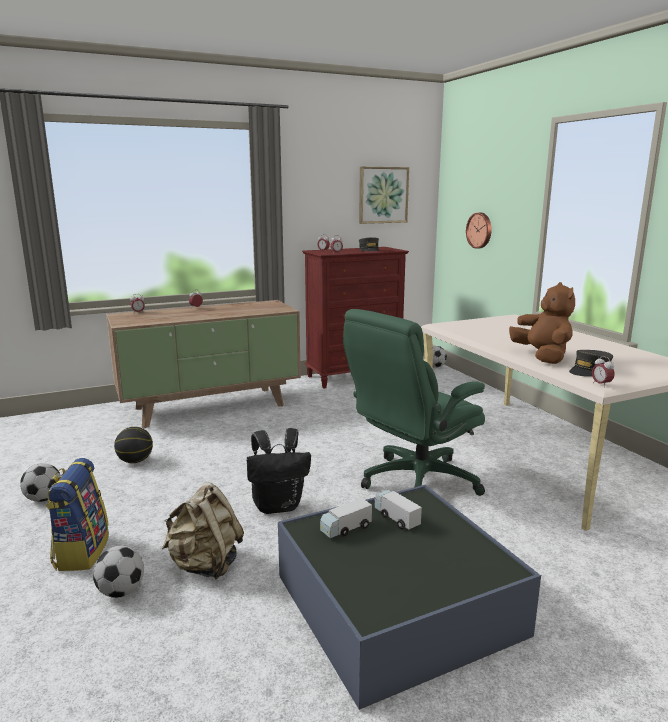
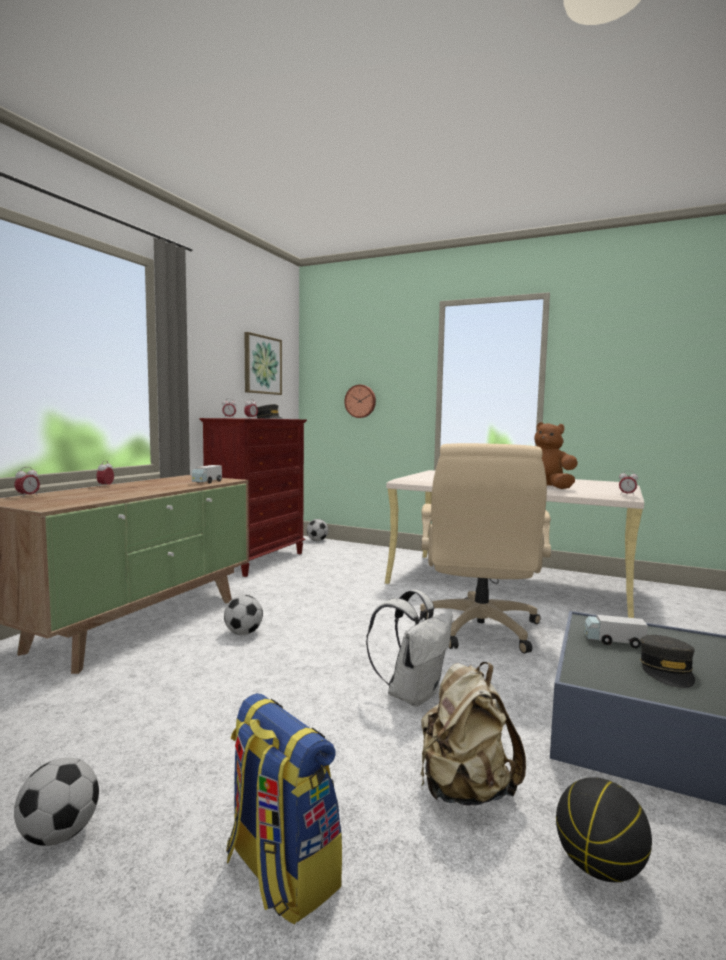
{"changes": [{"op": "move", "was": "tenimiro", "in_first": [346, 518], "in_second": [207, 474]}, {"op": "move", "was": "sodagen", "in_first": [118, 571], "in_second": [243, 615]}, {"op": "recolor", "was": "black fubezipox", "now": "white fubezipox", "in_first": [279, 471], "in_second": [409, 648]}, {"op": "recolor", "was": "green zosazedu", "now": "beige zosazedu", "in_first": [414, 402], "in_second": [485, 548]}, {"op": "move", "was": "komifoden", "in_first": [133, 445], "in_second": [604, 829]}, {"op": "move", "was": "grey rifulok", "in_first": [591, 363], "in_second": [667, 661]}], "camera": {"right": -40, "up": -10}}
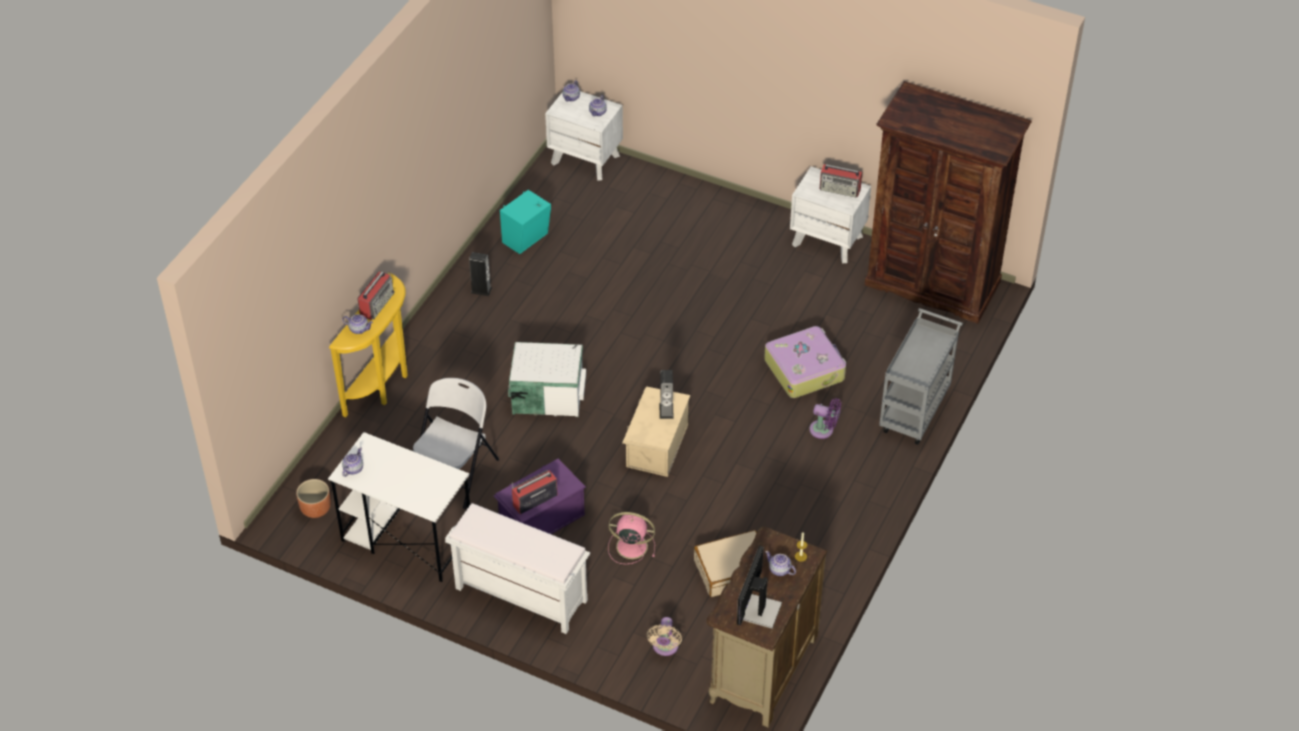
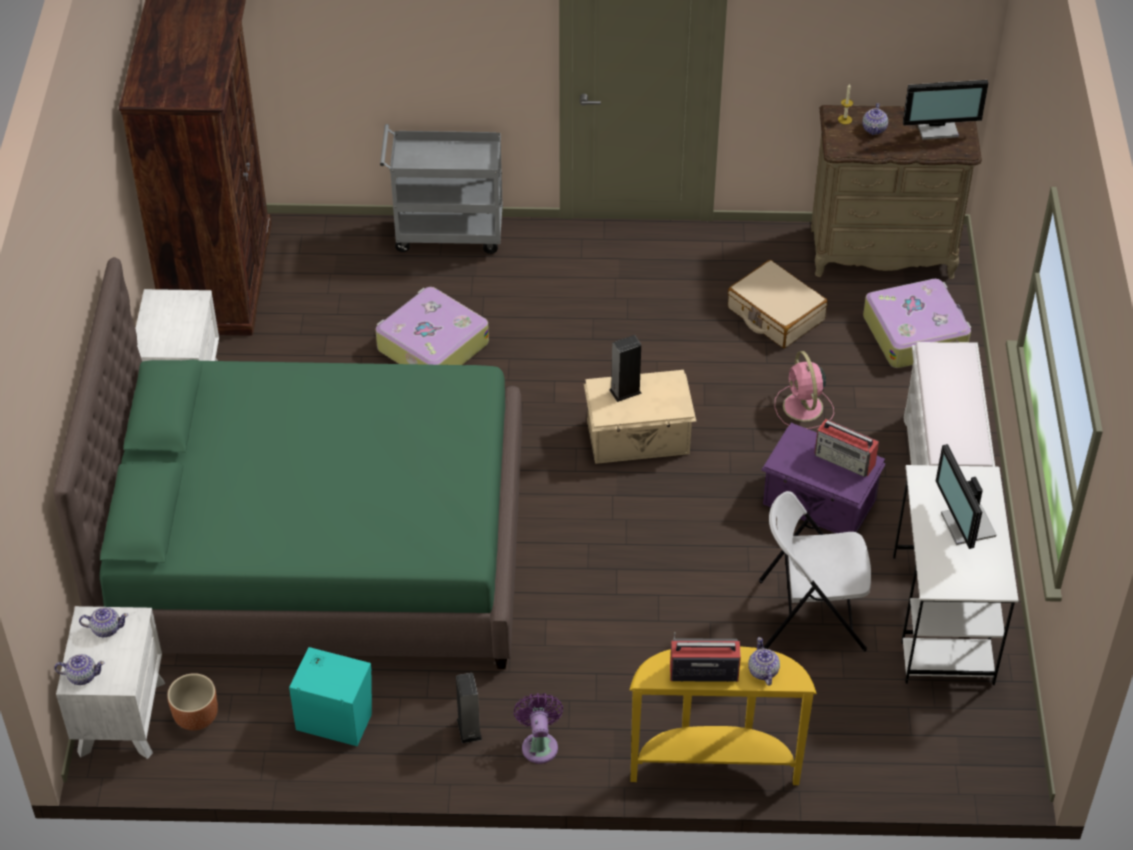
{"changes": [{"op": "insert", "now": "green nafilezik", "in_second": [287, 463]}, {"op": "move", "was": "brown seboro", "in_first": [313, 498], "in_second": [192, 702]}, {"op": "move", "was": "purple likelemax", "in_first": [825, 418], "in_second": [538, 728]}, {"op": "replace", "was": "beige likelemax", "now": "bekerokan", "in_first": [664, 636], "in_second": [917, 323]}, {"op": "insert", "now": "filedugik", "in_second": [966, 496]}, {"op": "delete", "was": "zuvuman", "in_first": [352, 462]}, {"op": "delete", "was": "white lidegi", "in_first": [547, 379]}, {"op": "delete", "was": "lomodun", "in_first": [841, 180]}], "camera": {"right": -115, "up": 0}}
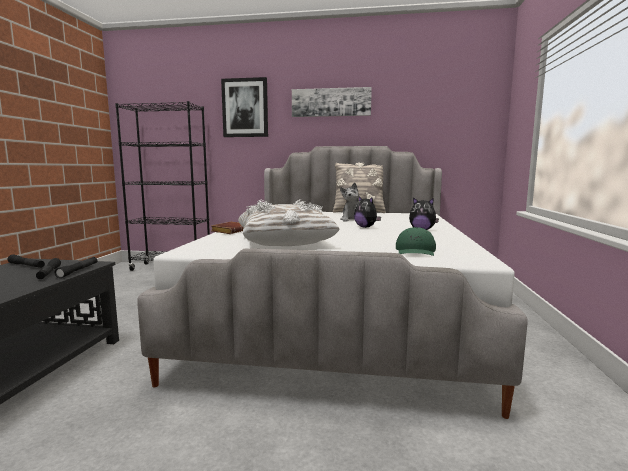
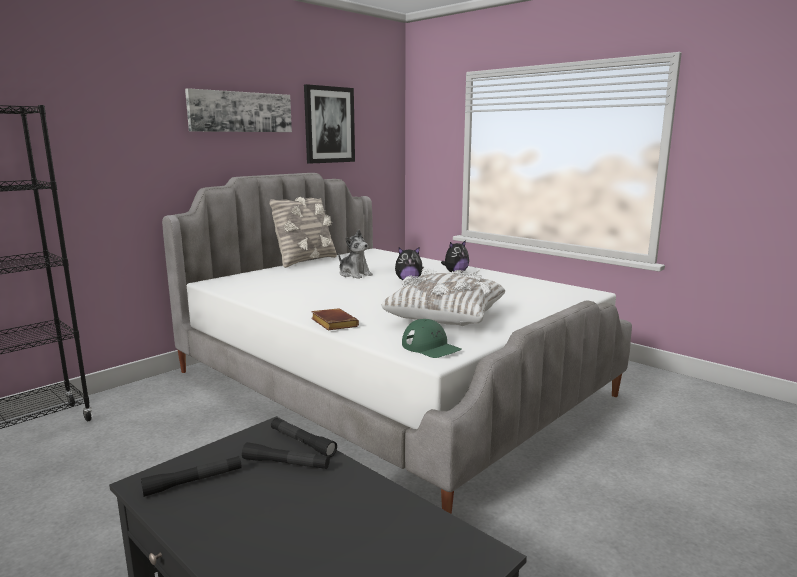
{"changes": [{"op": "move", "was": "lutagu", "in_first": [244, 107], "in_second": [329, 124]}, {"op": "move", "was": "green rifulok", "in_first": [416, 241], "in_second": [432, 338]}], "camera": {"right": -55, "up": 5}}
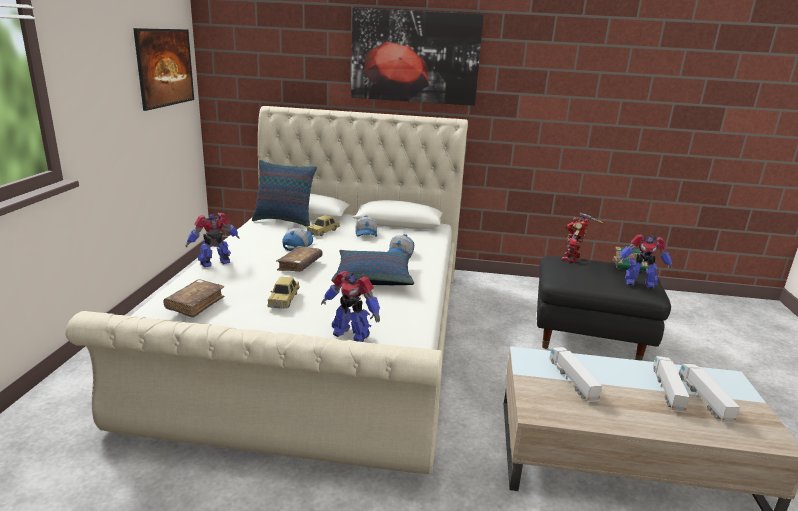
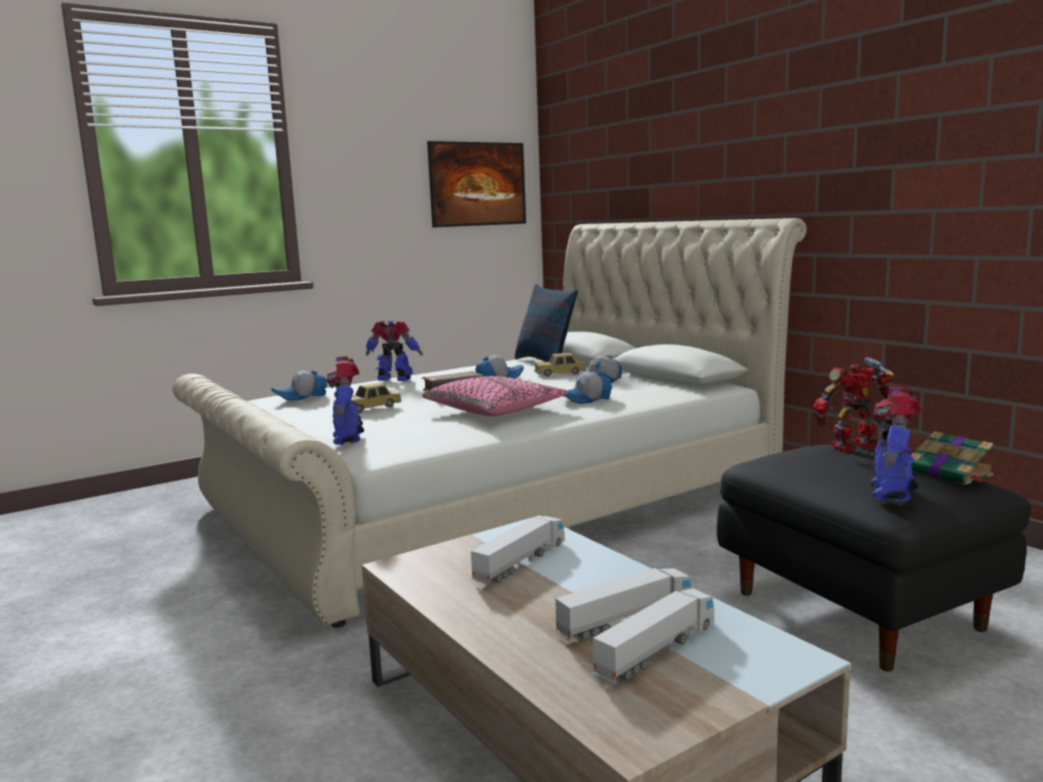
{"changes": [{"op": "replace", "was": "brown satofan", "now": "rifulok", "in_first": [193, 298], "in_second": [299, 385]}, {"op": "recolor", "was": "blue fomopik", "now": "pink fomopik", "in_first": [373, 267], "in_second": [495, 396]}, {"op": "rotate", "was": "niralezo", "in_first": [645, 261], "in_second": [896, 443], "clockwise": 45}, {"op": "delete", "was": "lutagu", "in_first": [417, 57]}], "camera": {"right": 50, "up": -10}}
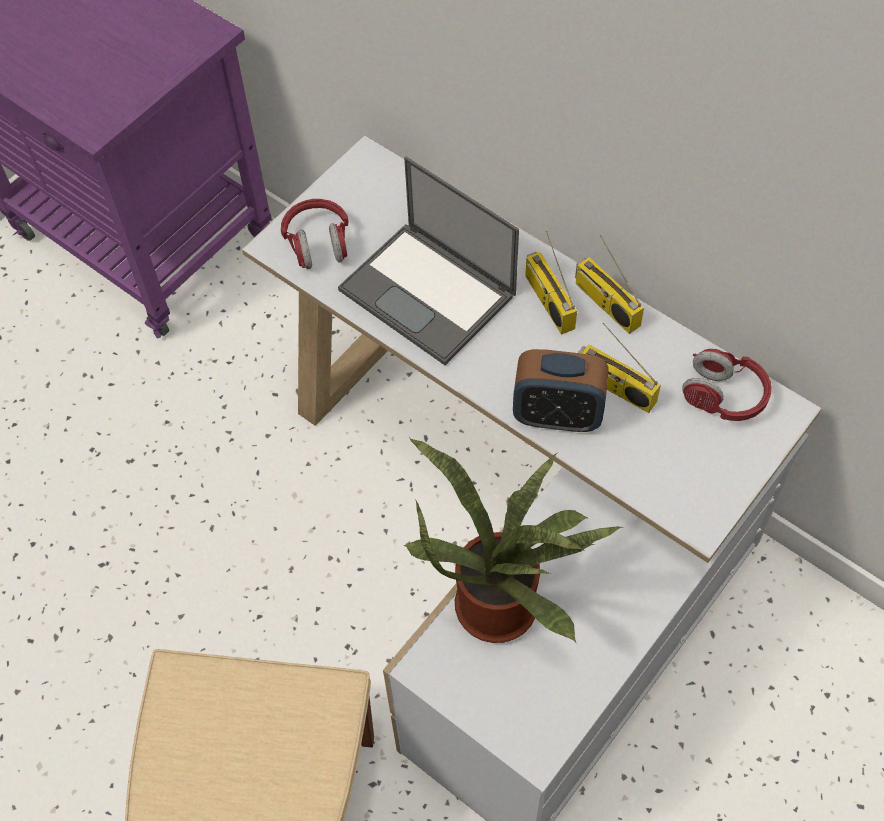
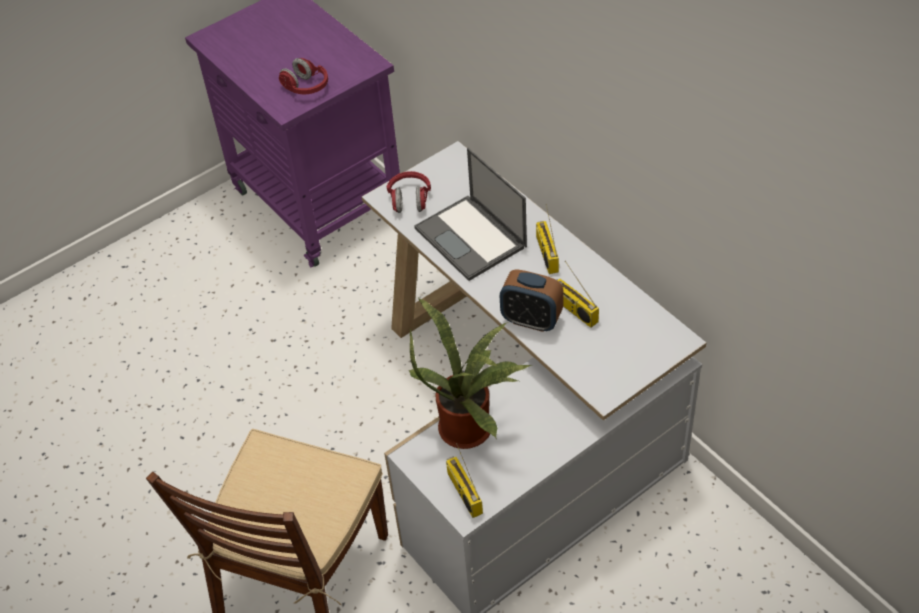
{"changes": [{"op": "move", "was": "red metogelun", "in_first": [727, 385], "in_second": [303, 76]}, {"op": "move", "was": "lomodun", "in_first": [609, 284], "in_second": [464, 480]}], "camera": {"right": 15, "up": -10}}
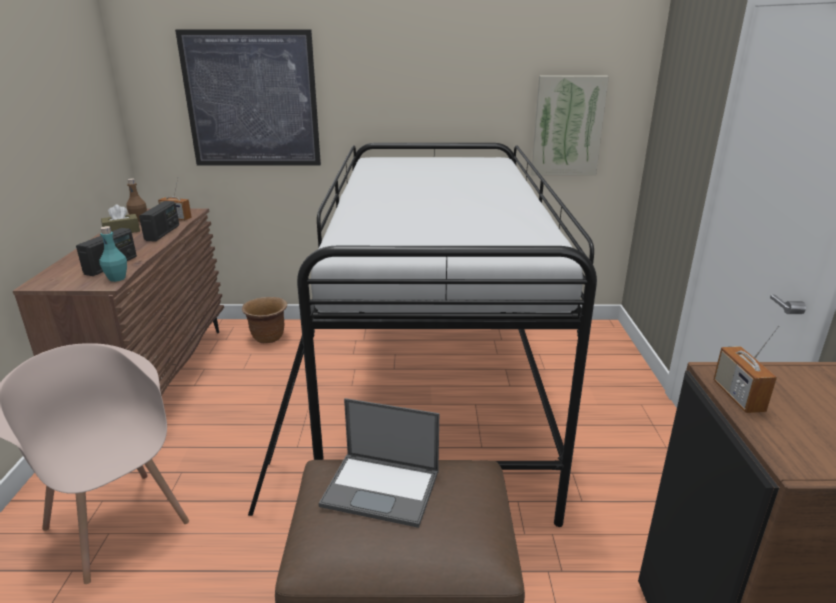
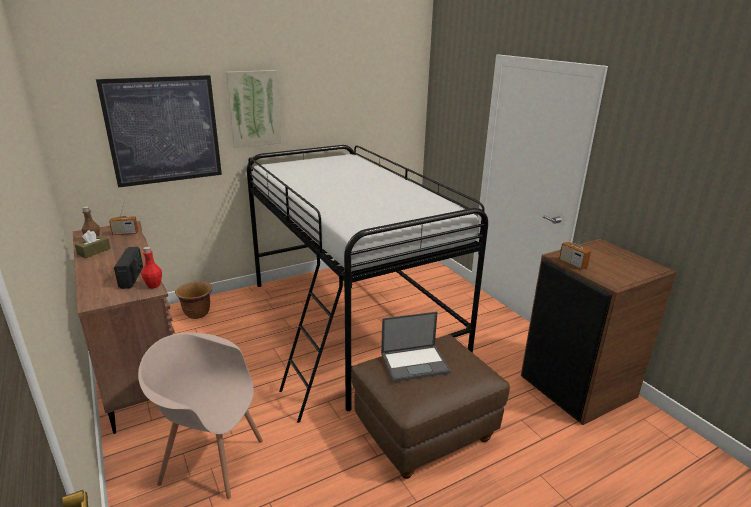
{"changes": [{"op": "recolor", "was": "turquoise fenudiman", "now": "red fenudiman", "in_first": [113, 254], "in_second": [151, 267]}, {"op": "move", "was": "lutagu", "in_first": [570, 125], "in_second": [254, 109]}, {"op": "delete", "was": "lomodun", "in_first": [159, 221]}], "camera": {"right": -30, "up": 0}}
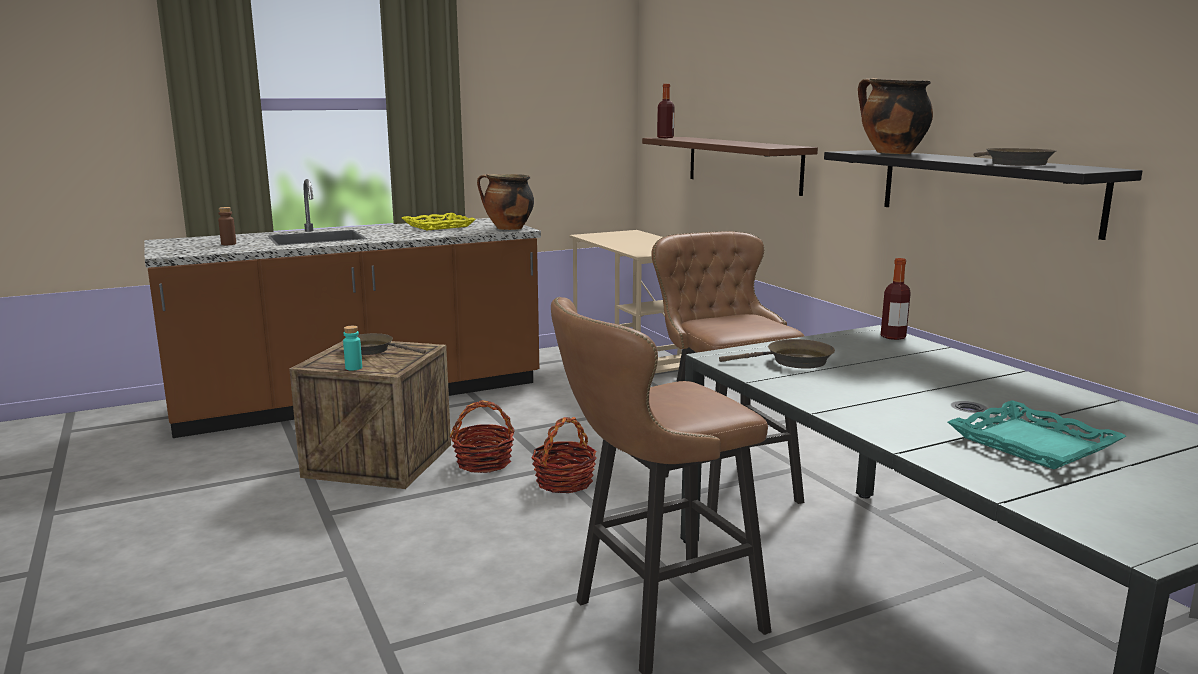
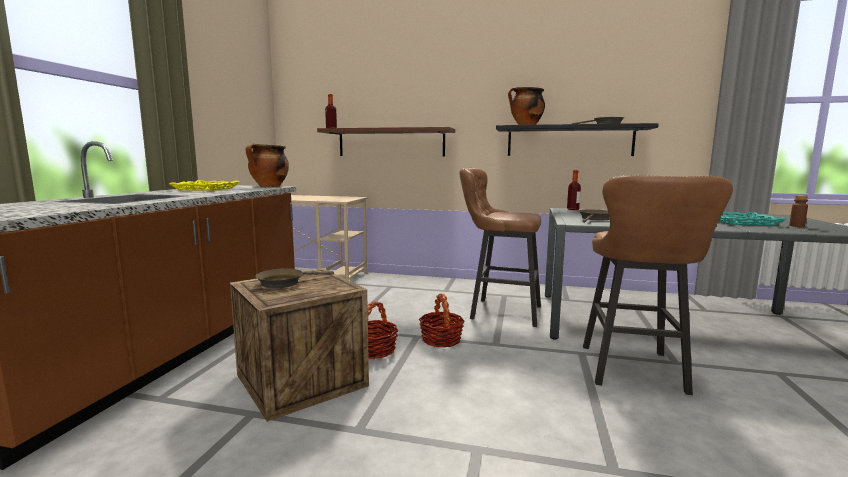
{"changes": [{"op": "move", "was": "brown fenudiman", "in_first": [227, 226], "in_second": [798, 211]}, {"op": "delete", "was": "turquoise fenudiman", "in_first": [352, 348]}], "camera": {"right": -50, "up": -5}}
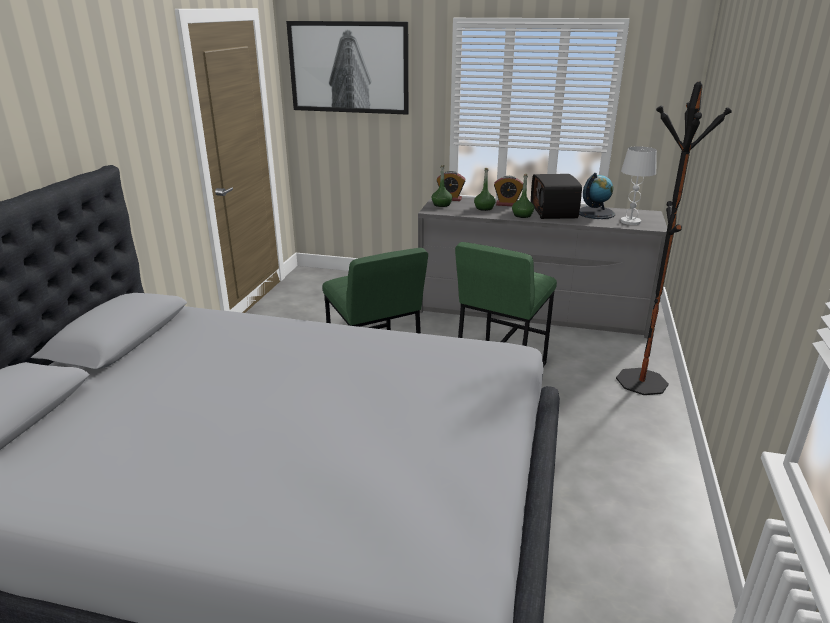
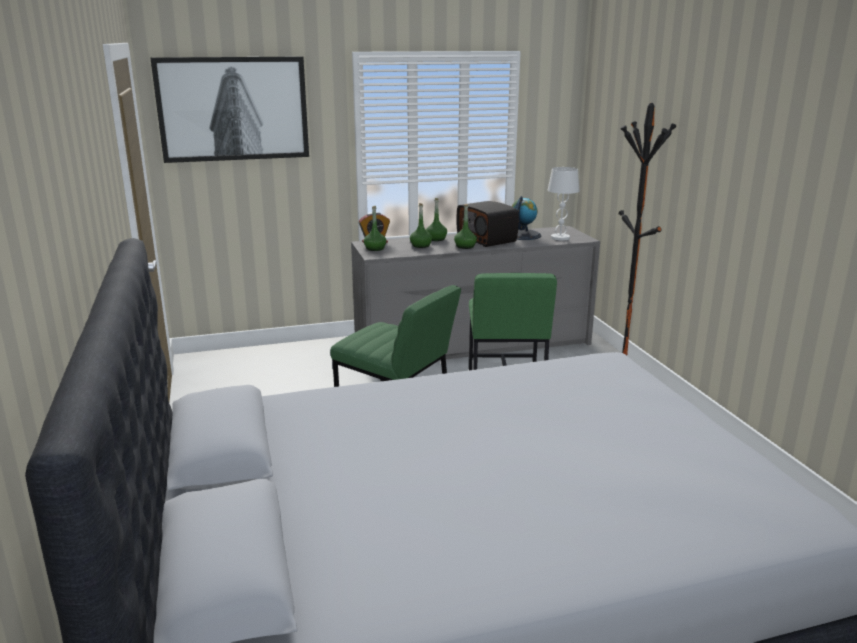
{"changes": [{"op": "replace", "was": "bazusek", "now": "green fenudiman", "in_first": [508, 191], "in_second": [436, 219]}], "camera": {"right": -30, "up": -5}}
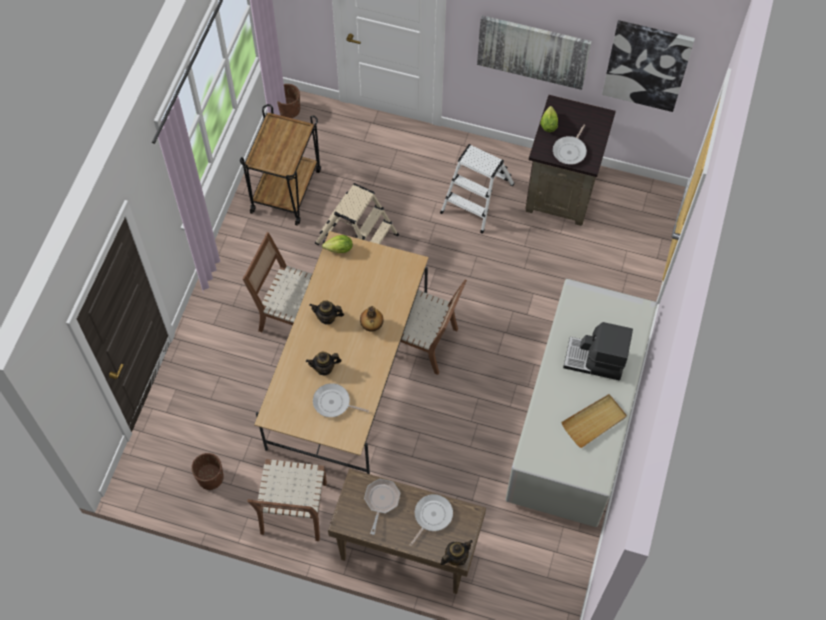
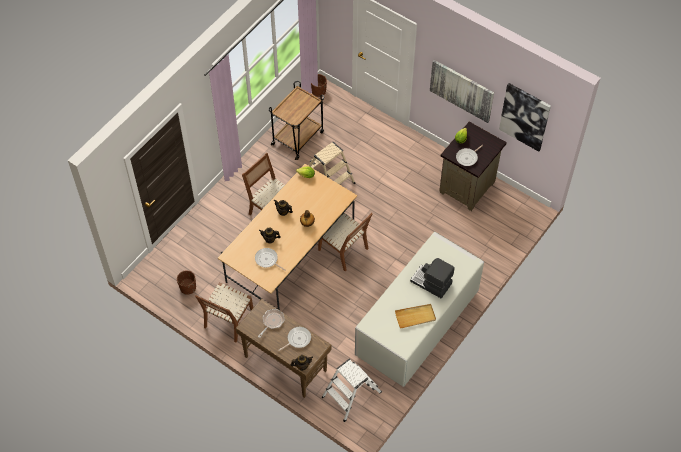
{"changes": [{"op": "move", "was": "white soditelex", "in_first": [477, 189], "in_second": [351, 390]}], "camera": {"right": 20, "up": -5}}
